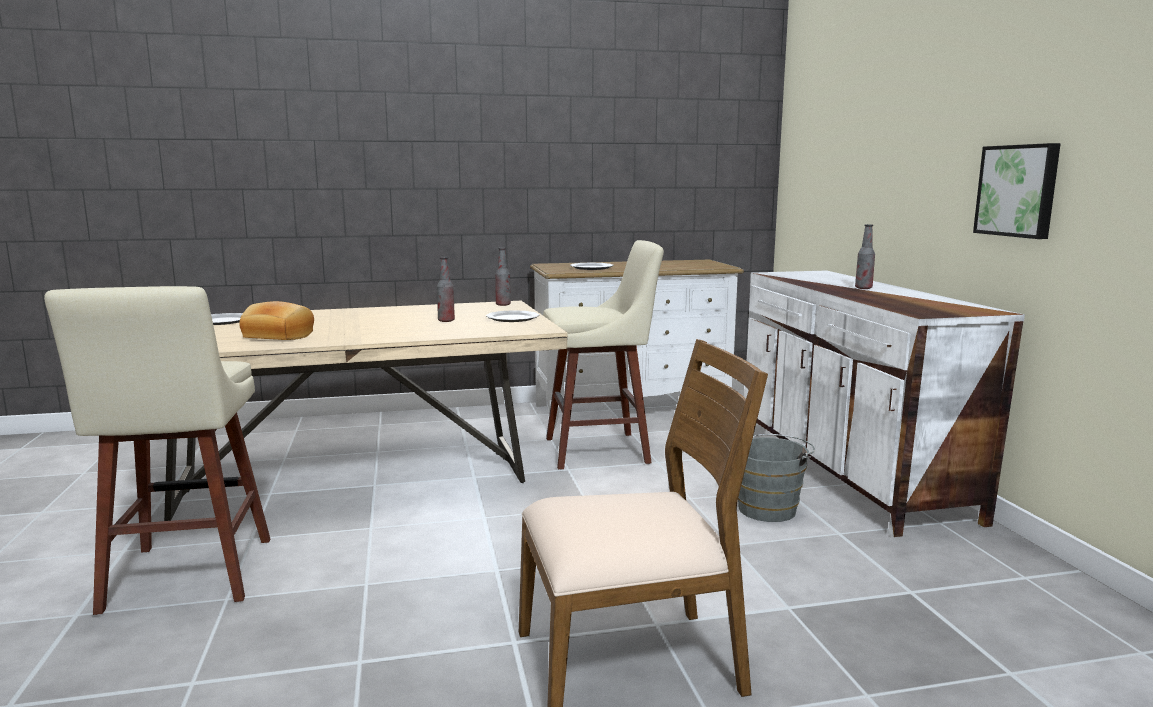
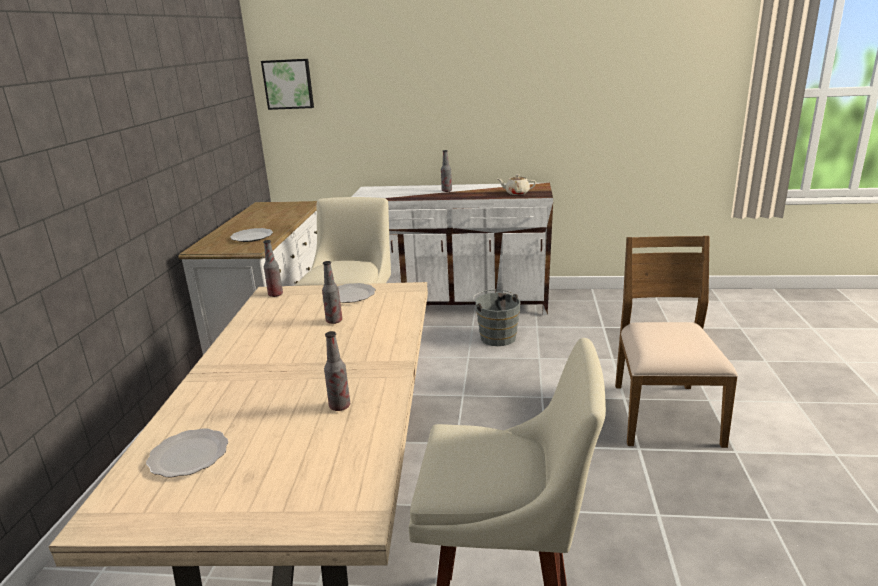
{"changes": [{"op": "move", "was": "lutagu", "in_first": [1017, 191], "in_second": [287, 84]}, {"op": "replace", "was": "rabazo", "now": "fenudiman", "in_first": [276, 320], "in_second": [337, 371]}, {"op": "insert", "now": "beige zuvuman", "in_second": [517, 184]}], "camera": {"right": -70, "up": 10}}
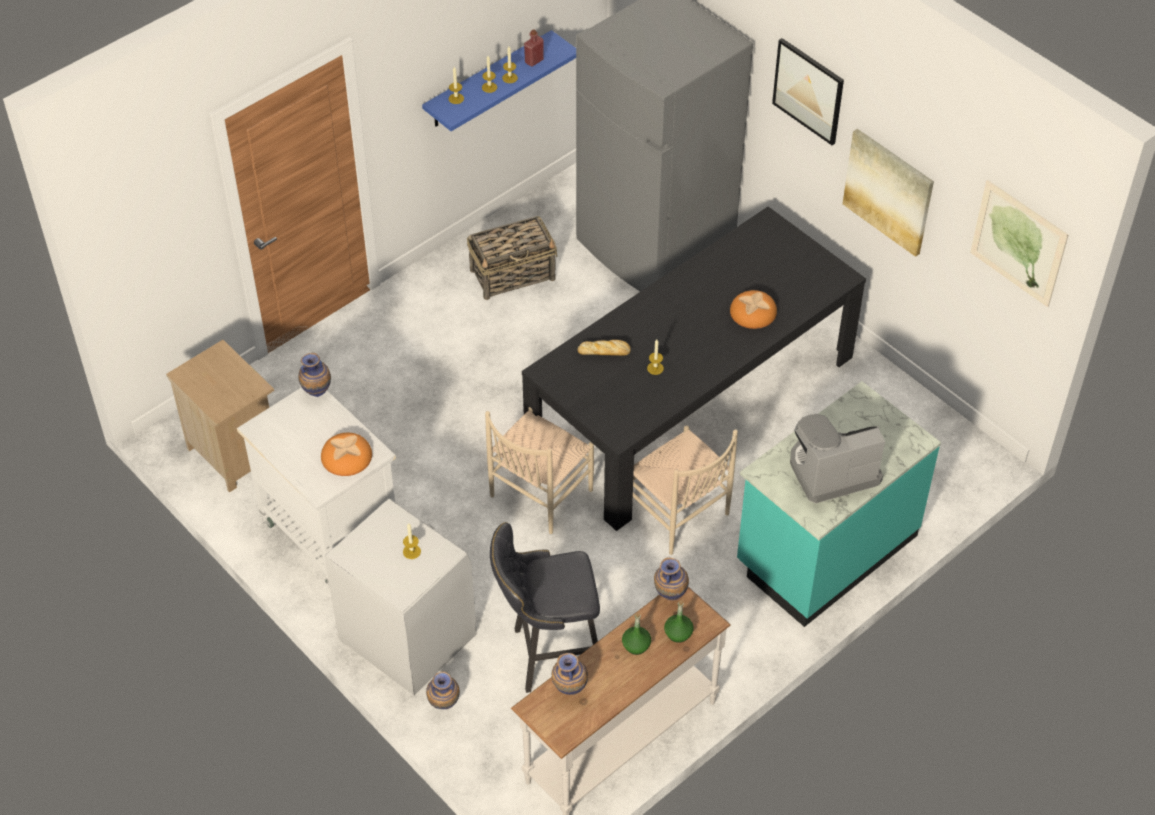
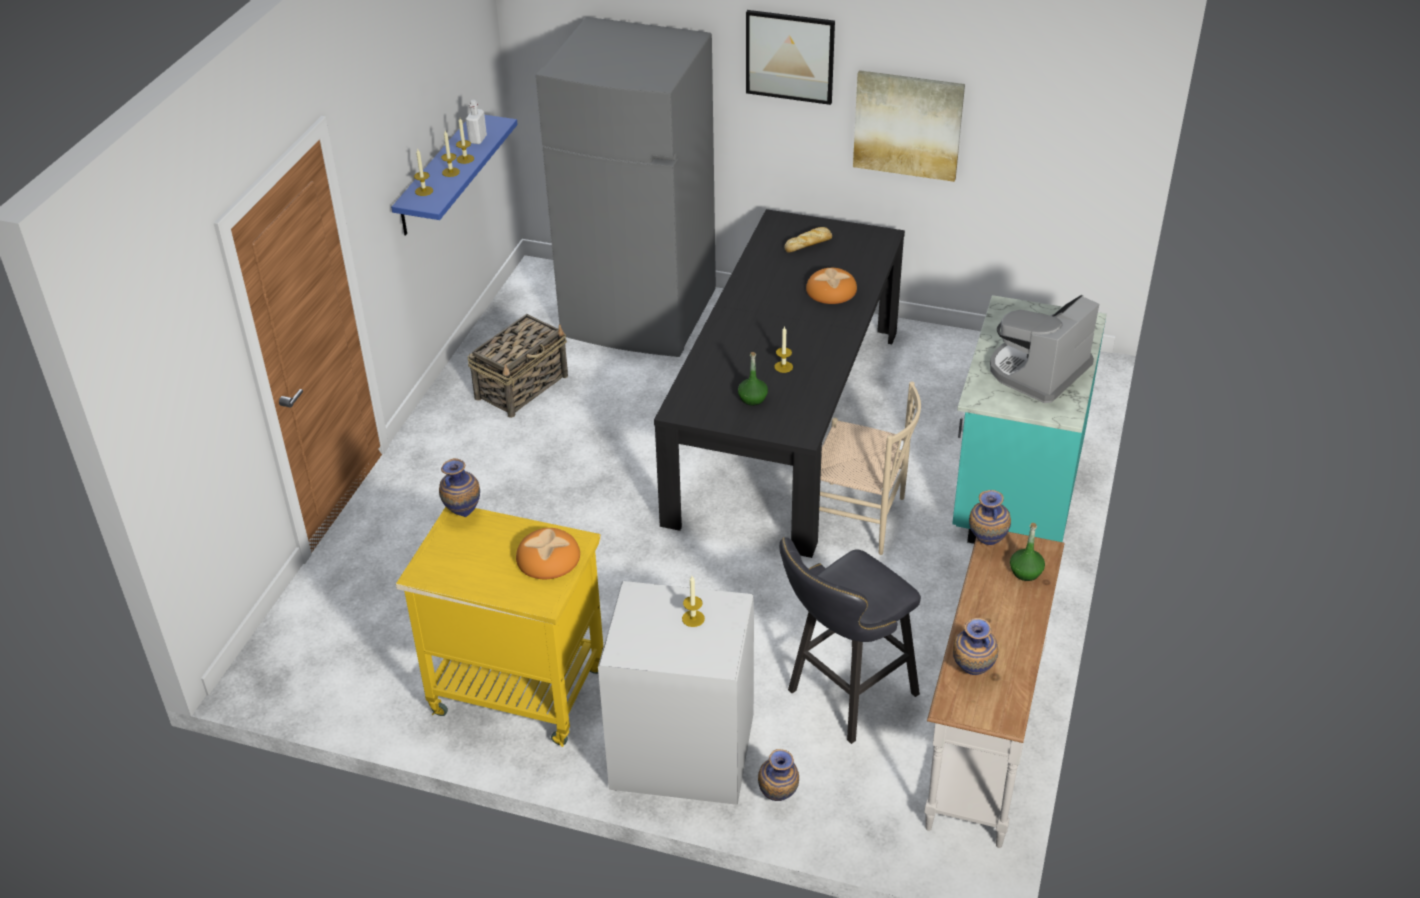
{"changes": [{"op": "recolor", "was": "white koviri", "now": "yellow koviri", "in_first": [316, 489], "in_second": [499, 627]}, {"op": "recolor", "was": "red fenudiman", "now": "white fenudiman", "in_first": [534, 48], "in_second": [476, 122]}, {"op": "move", "was": "green fenudiman", "in_first": [636, 634], "in_second": [753, 379]}, {"op": "move", "was": "rabazo", "in_first": [604, 348], "in_second": [808, 240]}, {"op": "delete", "was": "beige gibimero", "in_first": [220, 416]}, {"op": "delete", "was": "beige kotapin", "in_first": [539, 470]}, {"op": "delete", "was": "lutagu", "in_first": [1019, 243]}], "camera": {"right": -30, "up": -10}}
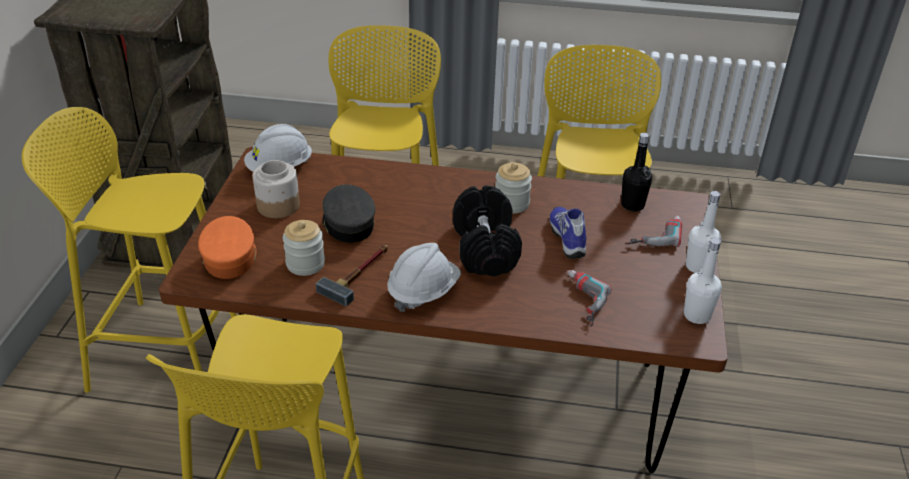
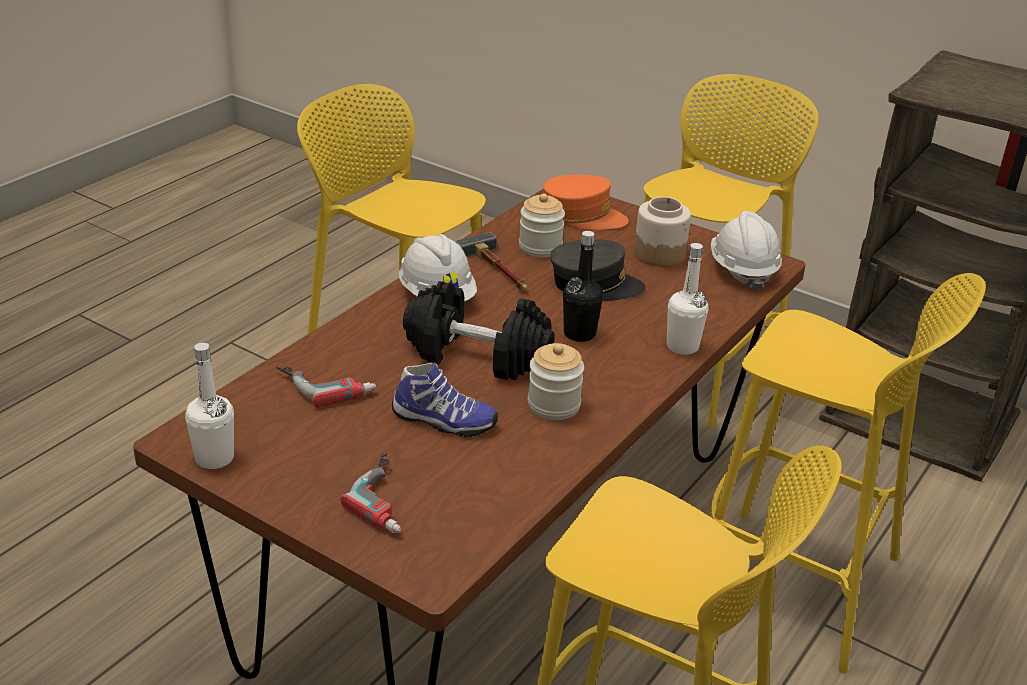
{"changes": [{"op": "move", "was": "black fenudiman", "in_first": [636, 172], "in_second": [583, 286]}, {"op": "move", "was": "white fenudiman", "in_first": [704, 232], "in_second": [688, 299]}], "camera": {"right": 115, "up": -5}}
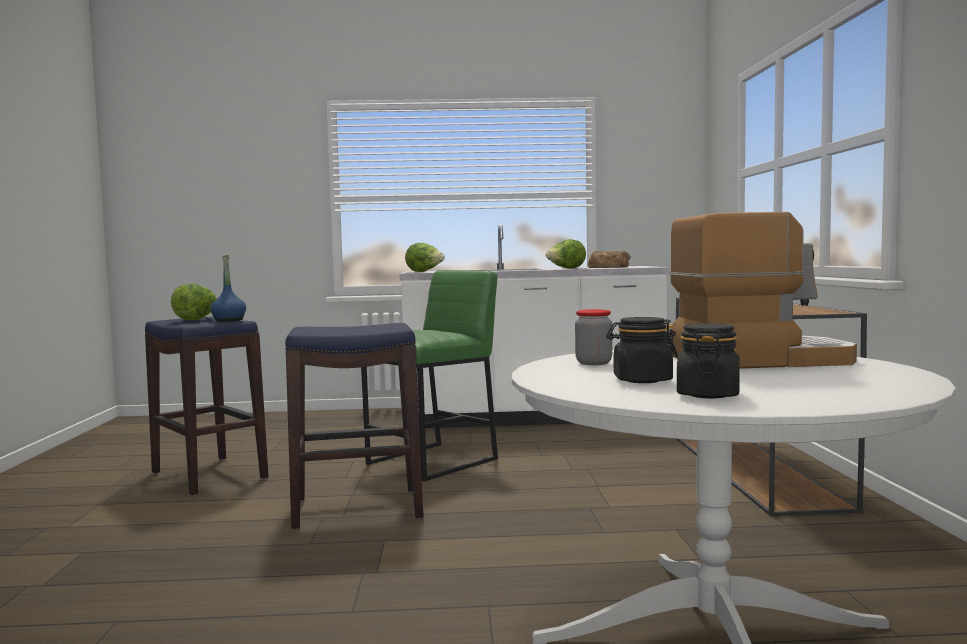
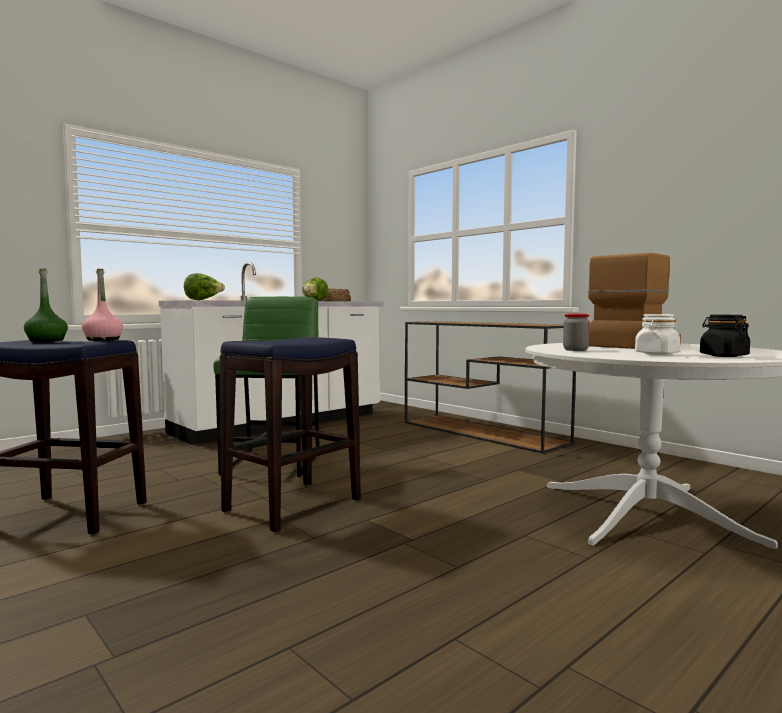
{"changes": [{"op": "replace", "was": "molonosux", "now": "green fenudiman", "in_first": [194, 301], "in_second": [46, 305]}, {"op": "recolor", "was": "blue fenudiman", "now": "pink fenudiman", "in_first": [228, 288], "in_second": [102, 304]}, {"op": "recolor", "was": "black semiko", "now": "white semiko", "in_first": [642, 350], "in_second": [657, 334]}], "camera": {"right": -40, "up": 0}}
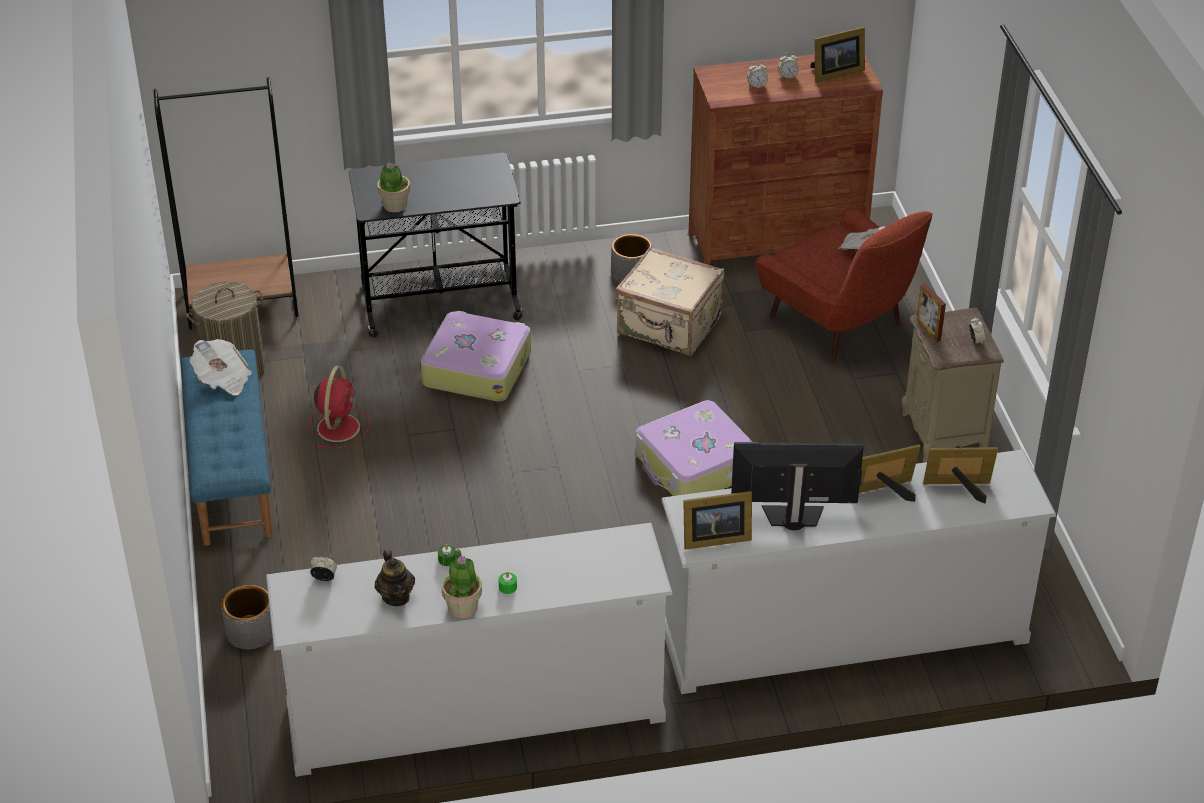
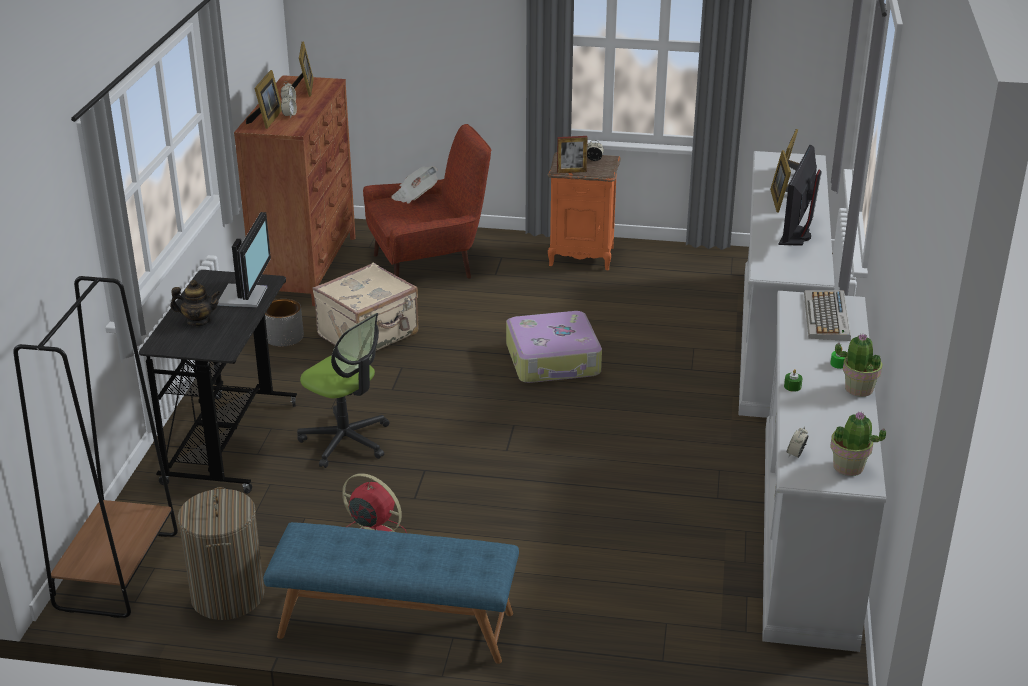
{"changes": [{"op": "move", "was": "zuvuman", "in_first": [395, 577], "in_second": [195, 303]}, {"op": "insert", "now": "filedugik", "in_second": [244, 260]}, {"op": "move", "was": "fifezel", "in_first": [717, 520], "in_second": [264, 99]}, {"op": "replace", "was": "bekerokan", "now": "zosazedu", "in_first": [475, 356], "in_second": [343, 390]}, {"op": "recolor", "was": "beige gibimero", "now": "orange gibimero", "in_first": [953, 385], "in_second": [584, 211]}, {"op": "insert", "now": "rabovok", "in_second": [827, 315]}, {"op": "move", "was": "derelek", "in_first": [394, 187], "in_second": [858, 443]}, {"op": "delete", "was": "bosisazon", "in_first": [221, 367]}, {"op": "delete", "was": "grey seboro", "in_first": [247, 617]}], "camera": {"right": -70, "up": -10}}
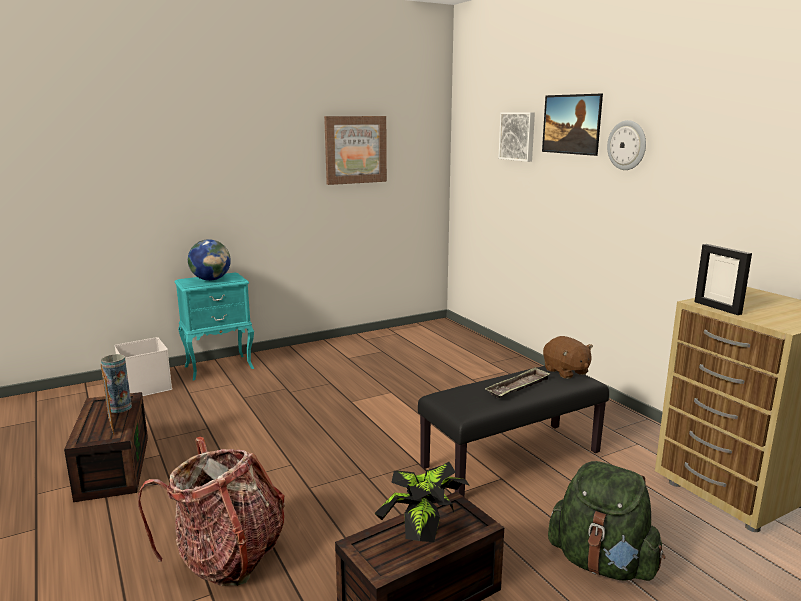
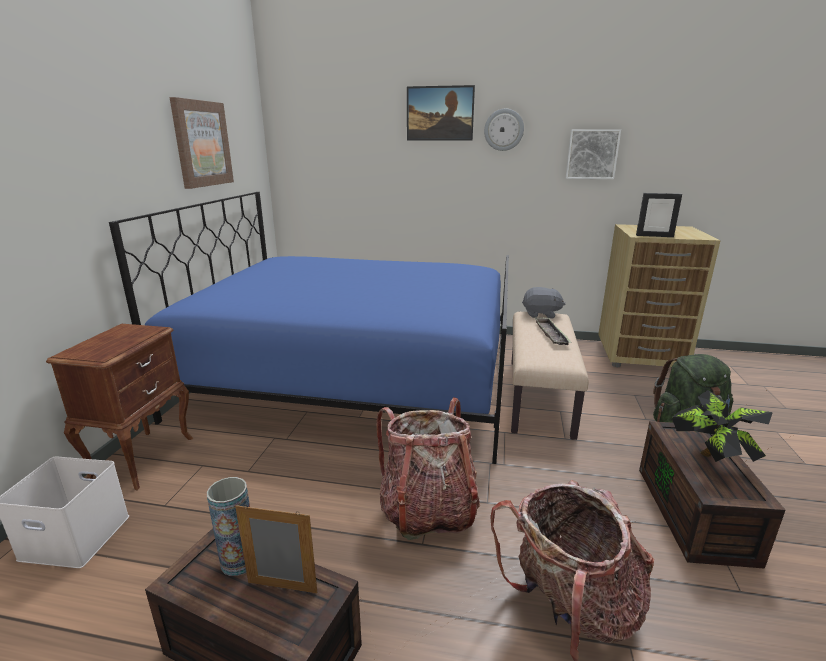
{"changes": [{"op": "recolor", "was": "turquoise gibimero", "now": "brown gibimero", "in_first": [214, 326], "in_second": [119, 407]}, {"op": "insert", "now": "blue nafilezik", "in_second": [309, 328]}, {"op": "insert", "now": "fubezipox", "in_second": [428, 468]}, {"op": "recolor", "was": "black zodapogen", "now": "beige zodapogen", "in_first": [513, 431], "in_second": [550, 376]}, {"op": "recolor", "was": "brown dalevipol", "now": "grey dalevipol", "in_first": [568, 357], "in_second": [543, 303]}, {"op": "move", "was": "lutagu", "in_first": [516, 137], "in_second": [593, 154]}, {"op": "delete", "was": "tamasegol", "in_first": [209, 260]}], "camera": {"right": -50, "up": 5}}
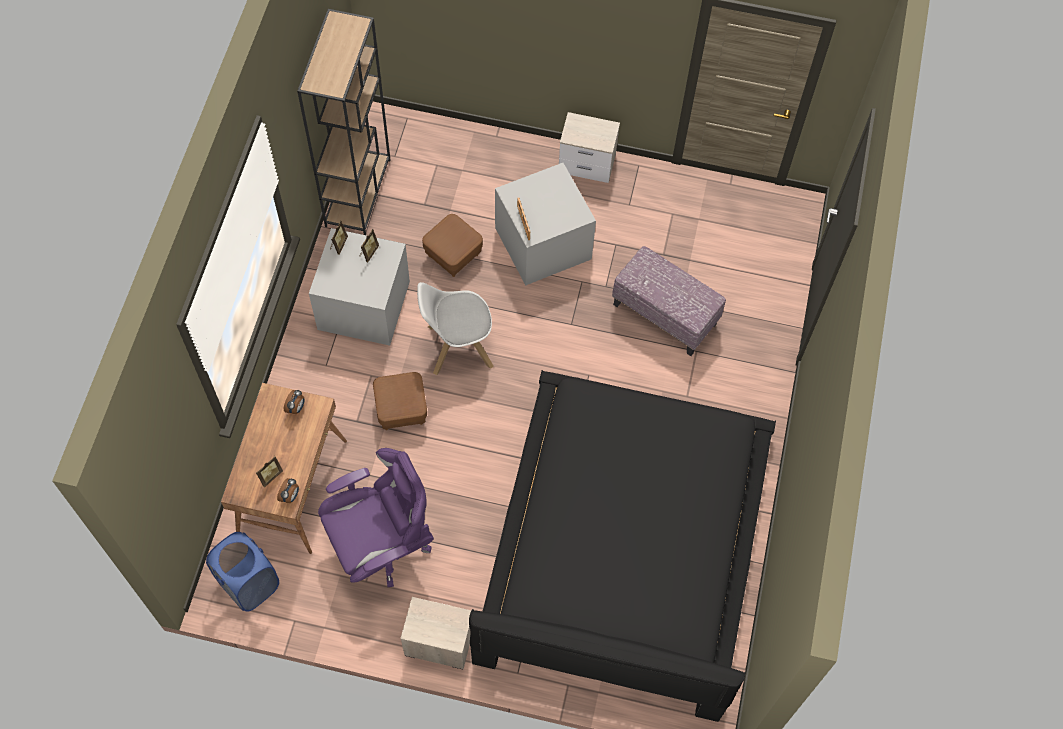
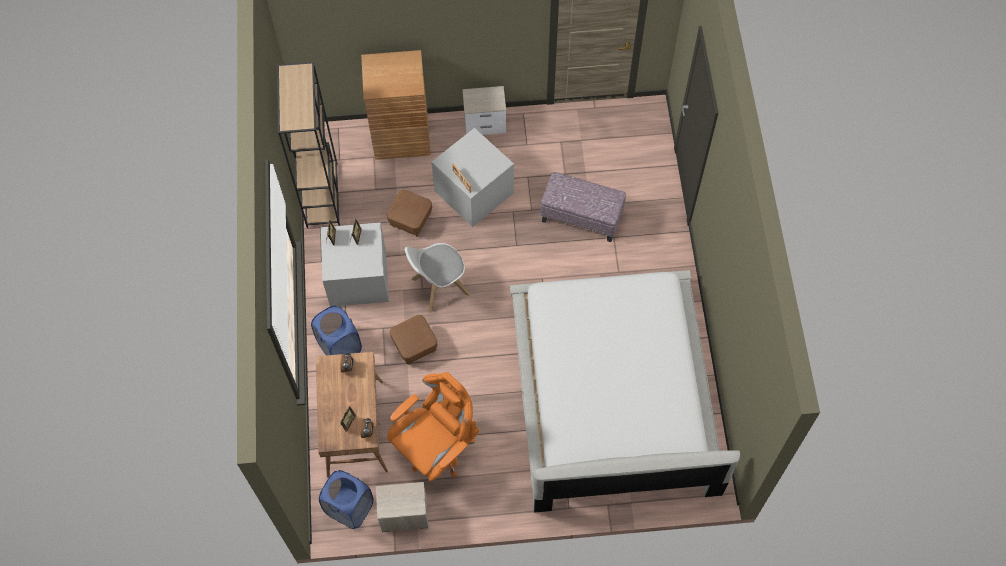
{"changes": [{"op": "insert", "now": "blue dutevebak", "in_second": [336, 331]}, {"op": "insert", "now": "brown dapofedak", "in_second": [396, 105]}, {"op": "move", "was": "gibimero", "in_first": [436, 633], "in_second": [402, 507]}, {"op": "recolor", "was": "purple zosazedu", "now": "orange zosazedu", "in_first": [376, 517], "in_second": [433, 426]}, {"op": "recolor", "was": "black nafilezik", "now": "white nafilezik", "in_first": [622, 546], "in_second": [625, 391]}], "camera": {"right": -15, "up": 0}}
